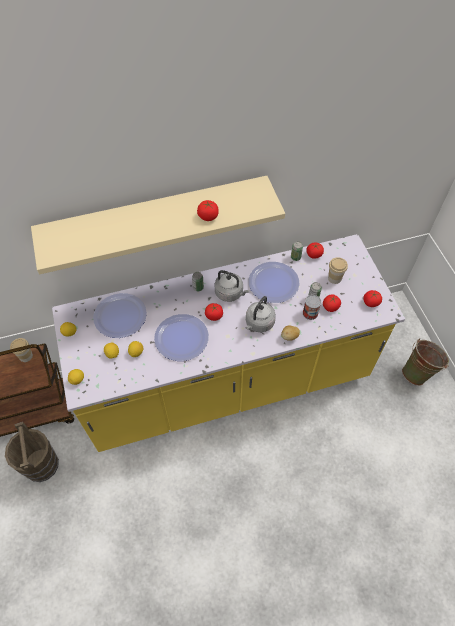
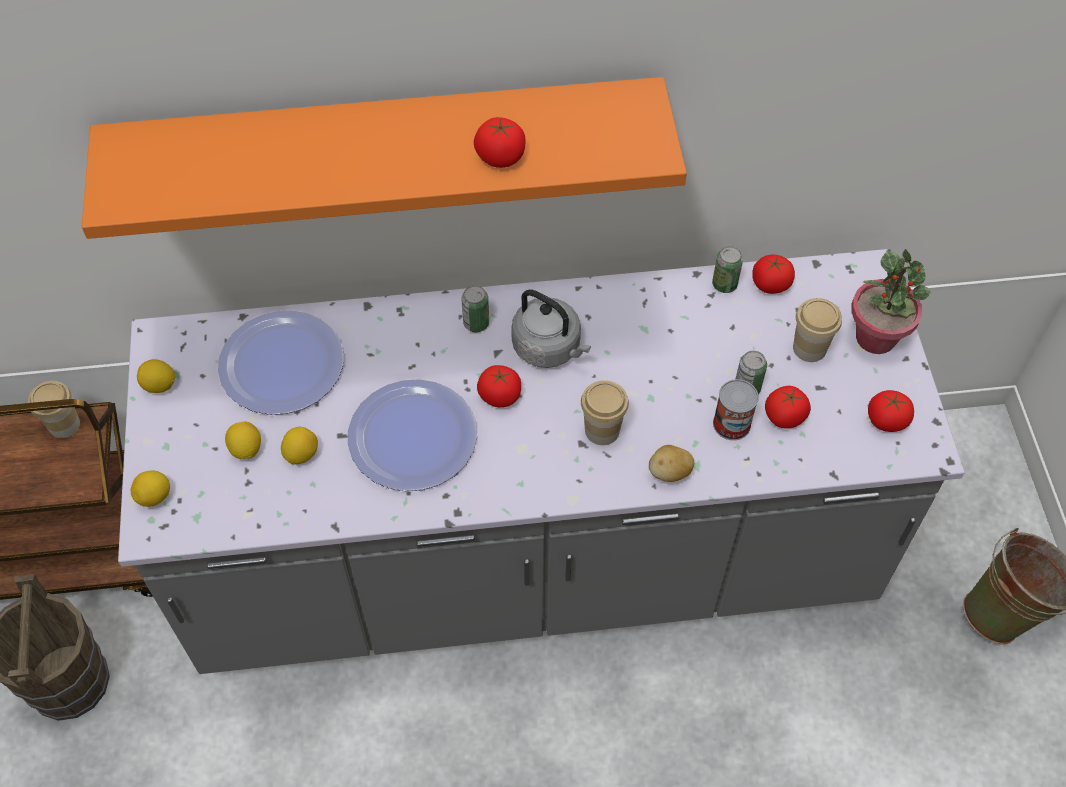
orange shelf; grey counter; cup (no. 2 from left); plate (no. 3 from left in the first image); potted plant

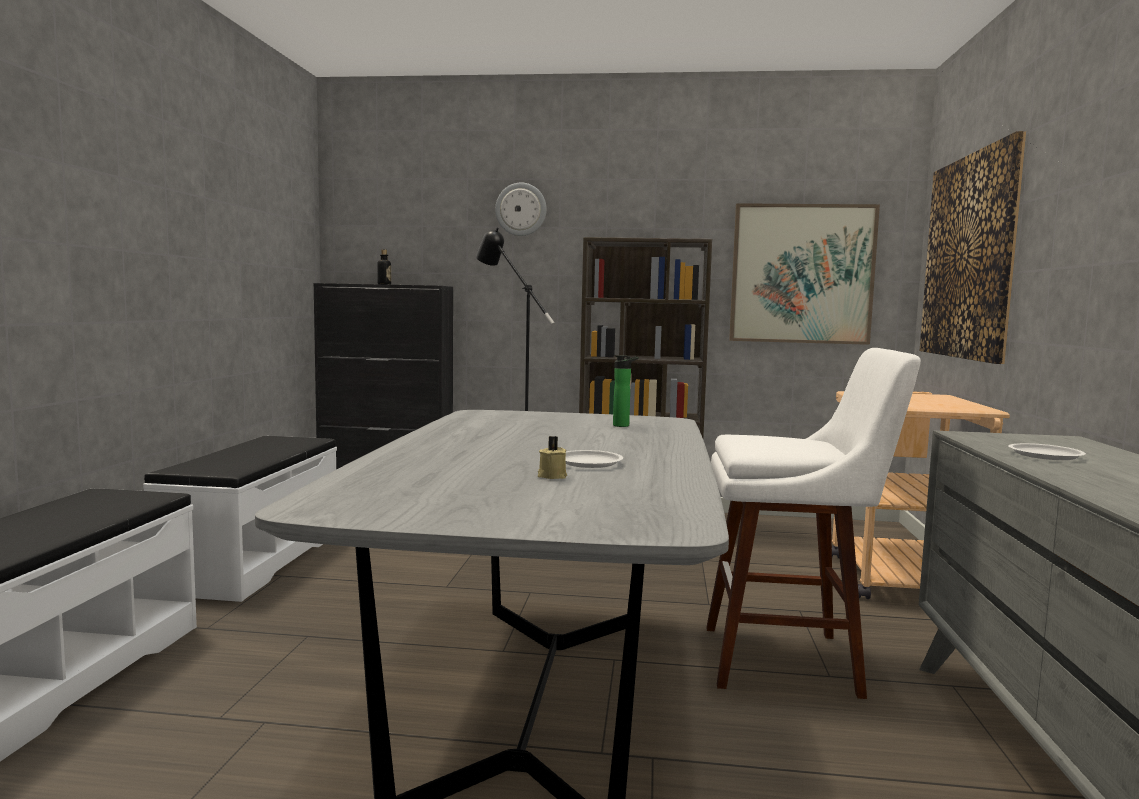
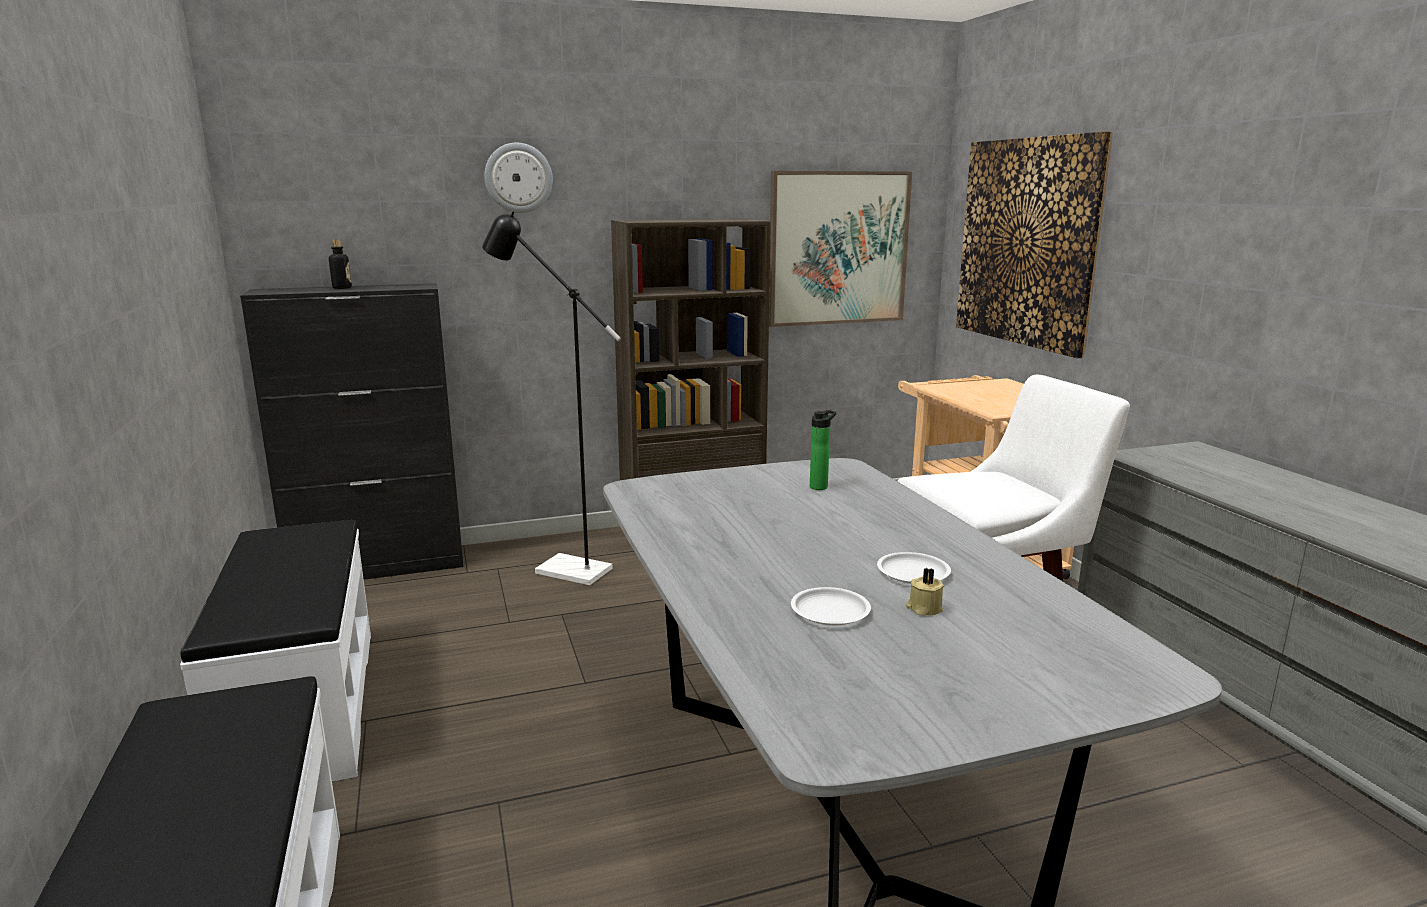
white plate (no. 1 from left)

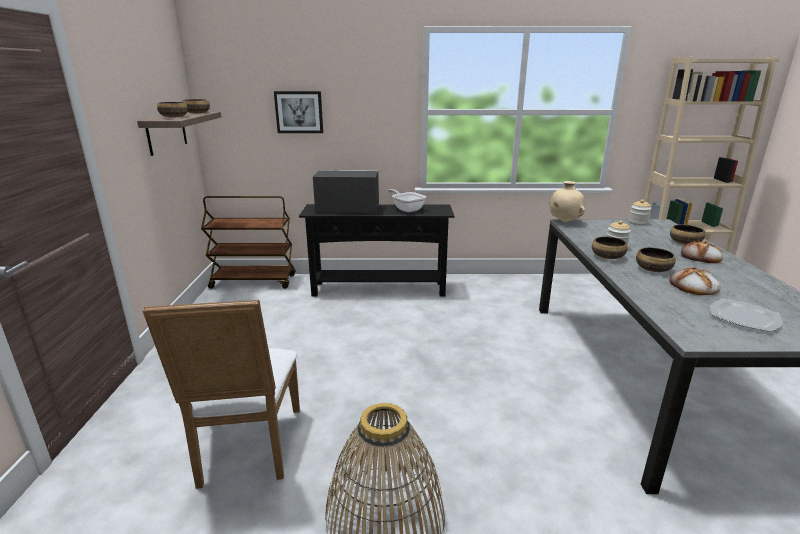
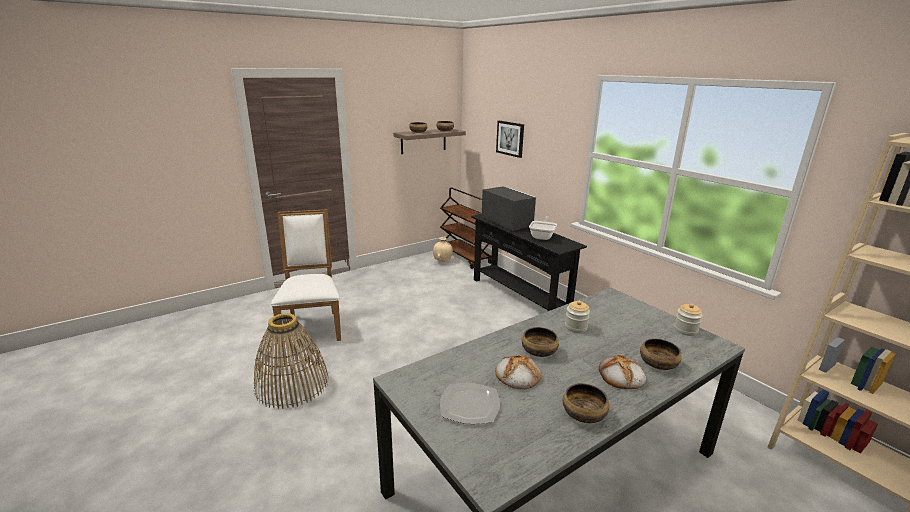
white chair; beige vase; bowl (no. 4 from left)

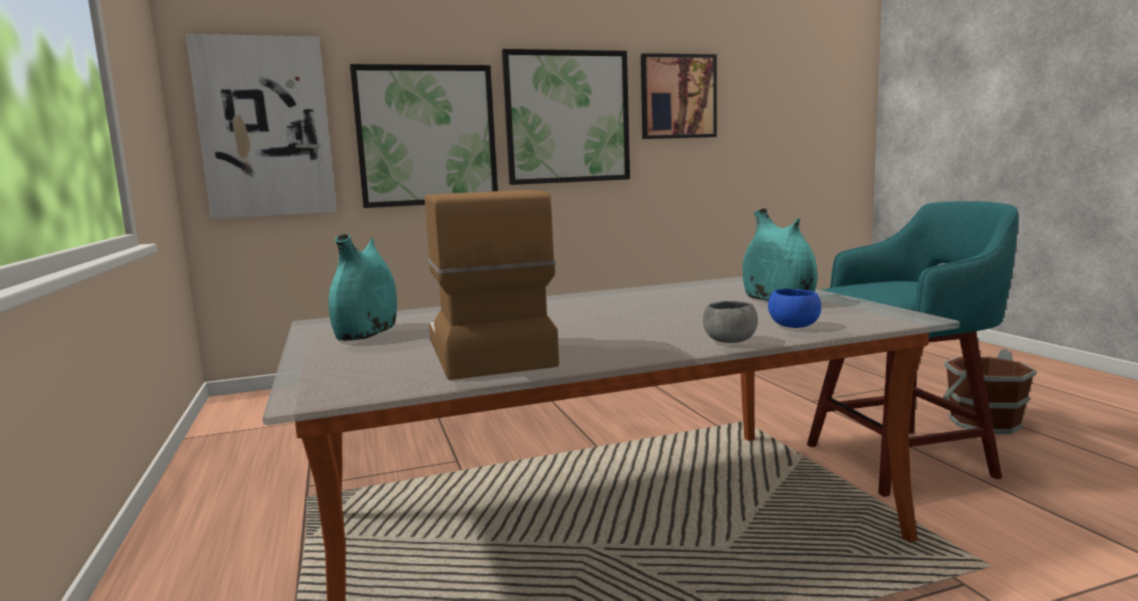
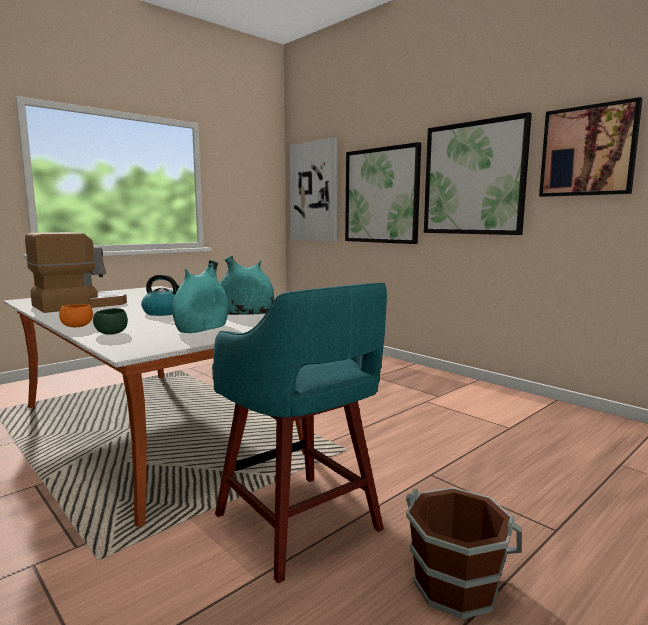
turquoise vase (no. 2 from left); orange bowl; green bowl; kettle

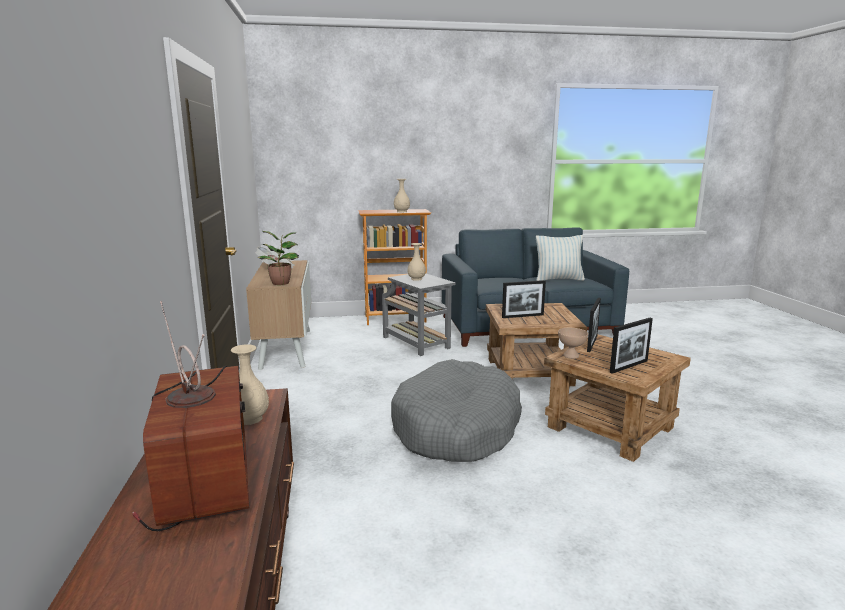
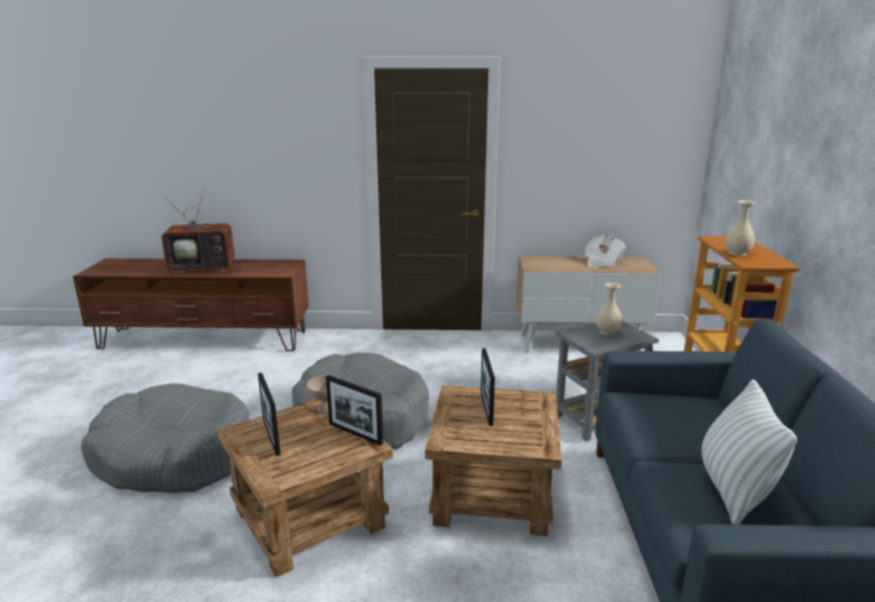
beige vase (no. 1 from left in the first image); potted plant; grey dog bed (no. 1 from left)

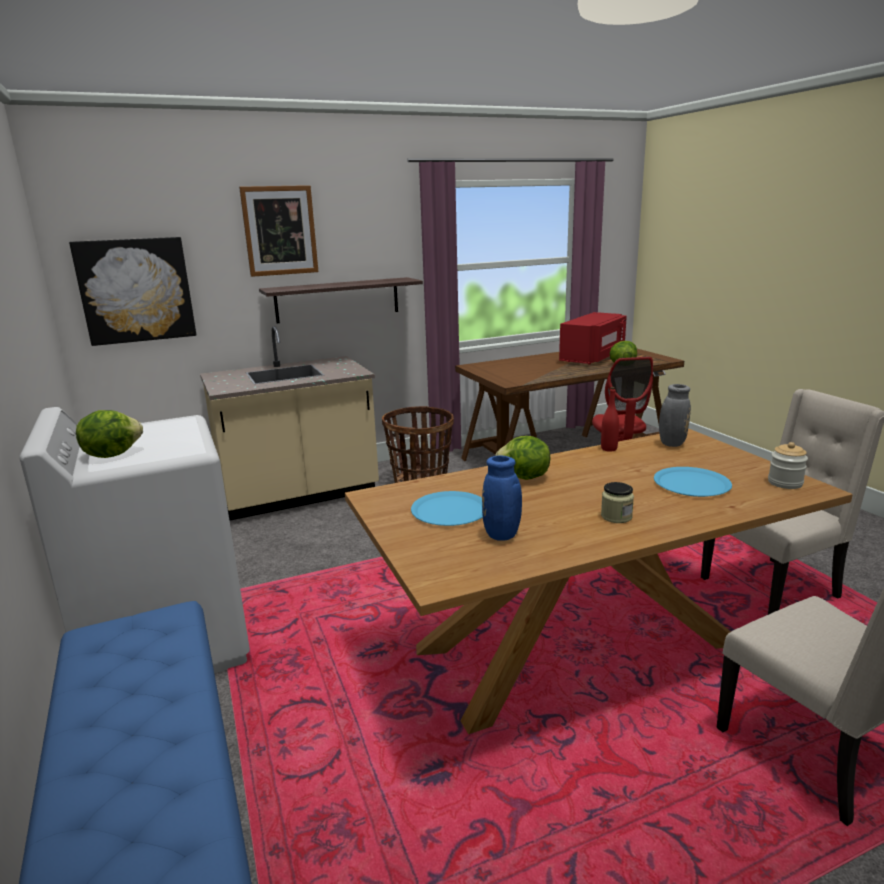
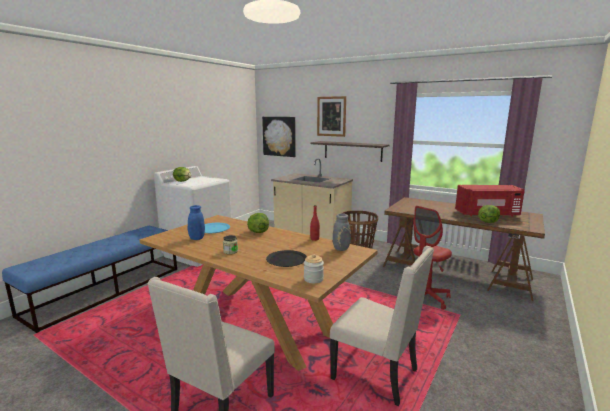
black plate

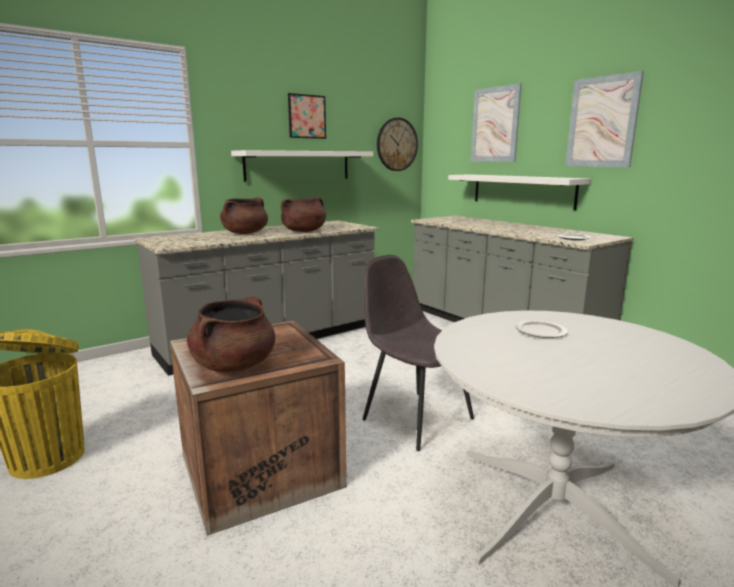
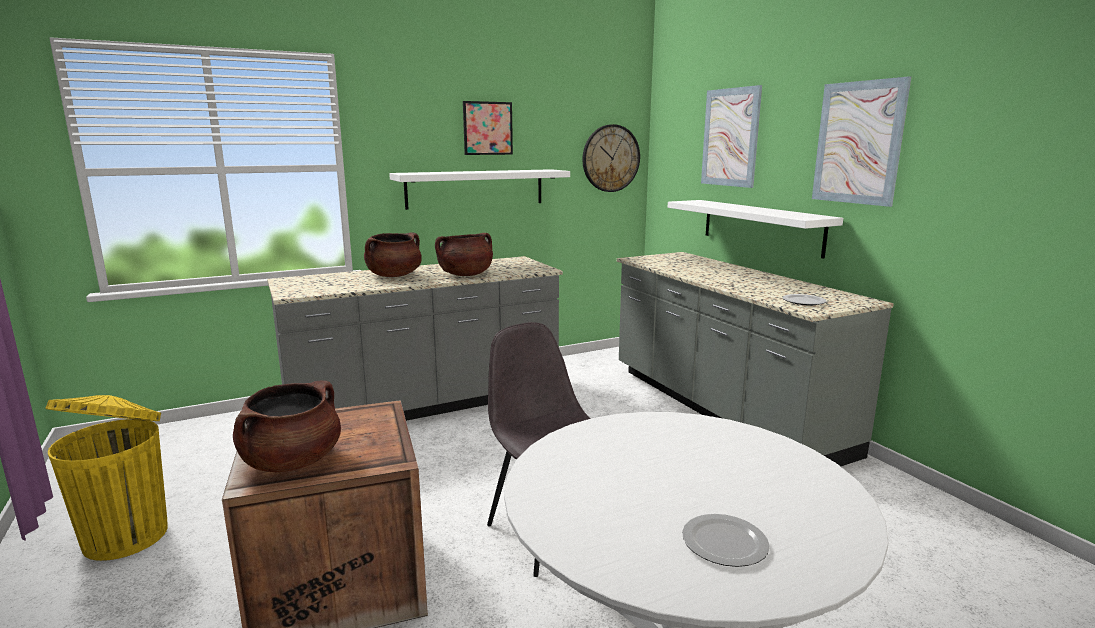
plate (no. 1 from left)

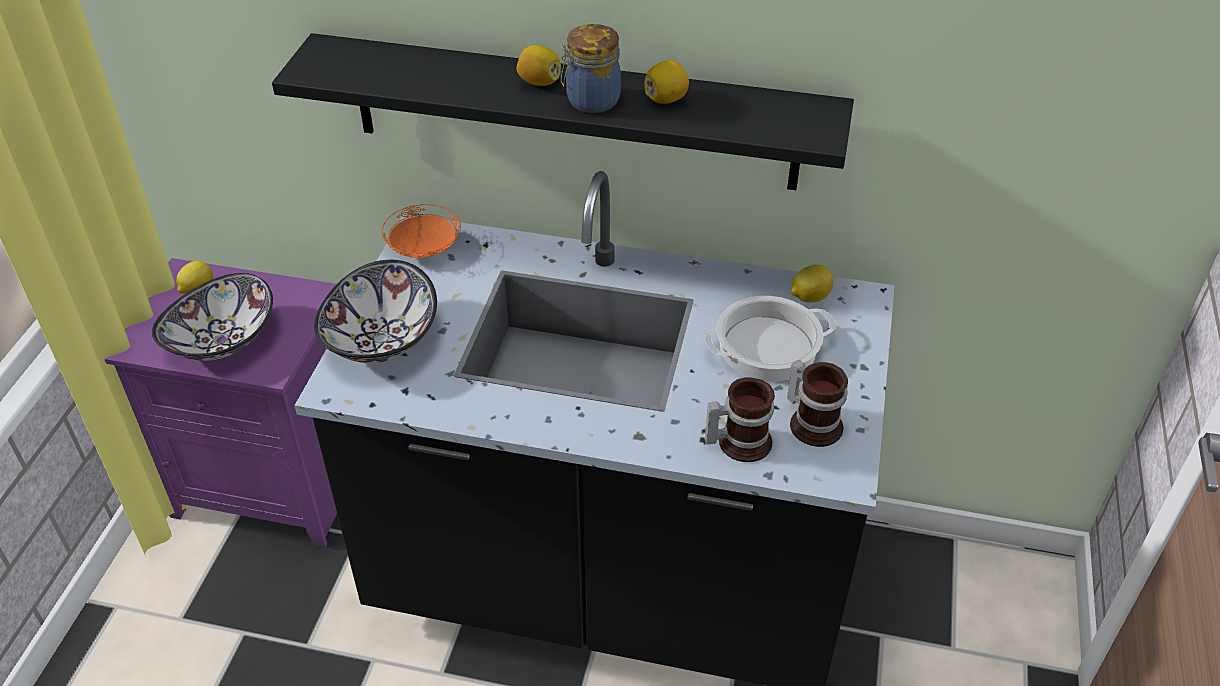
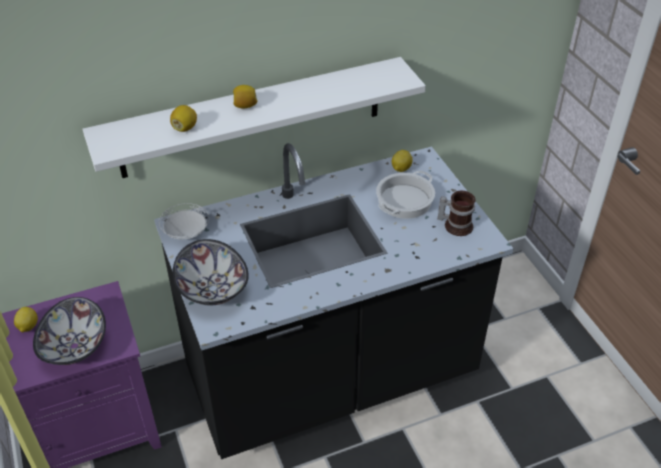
white shelf; white plate; jar; lemon (no. 2 from left); mug (no. 1 from left in the first image)

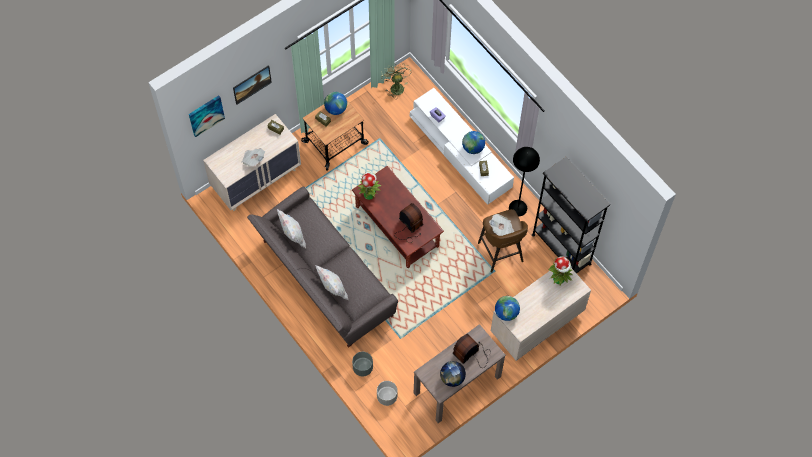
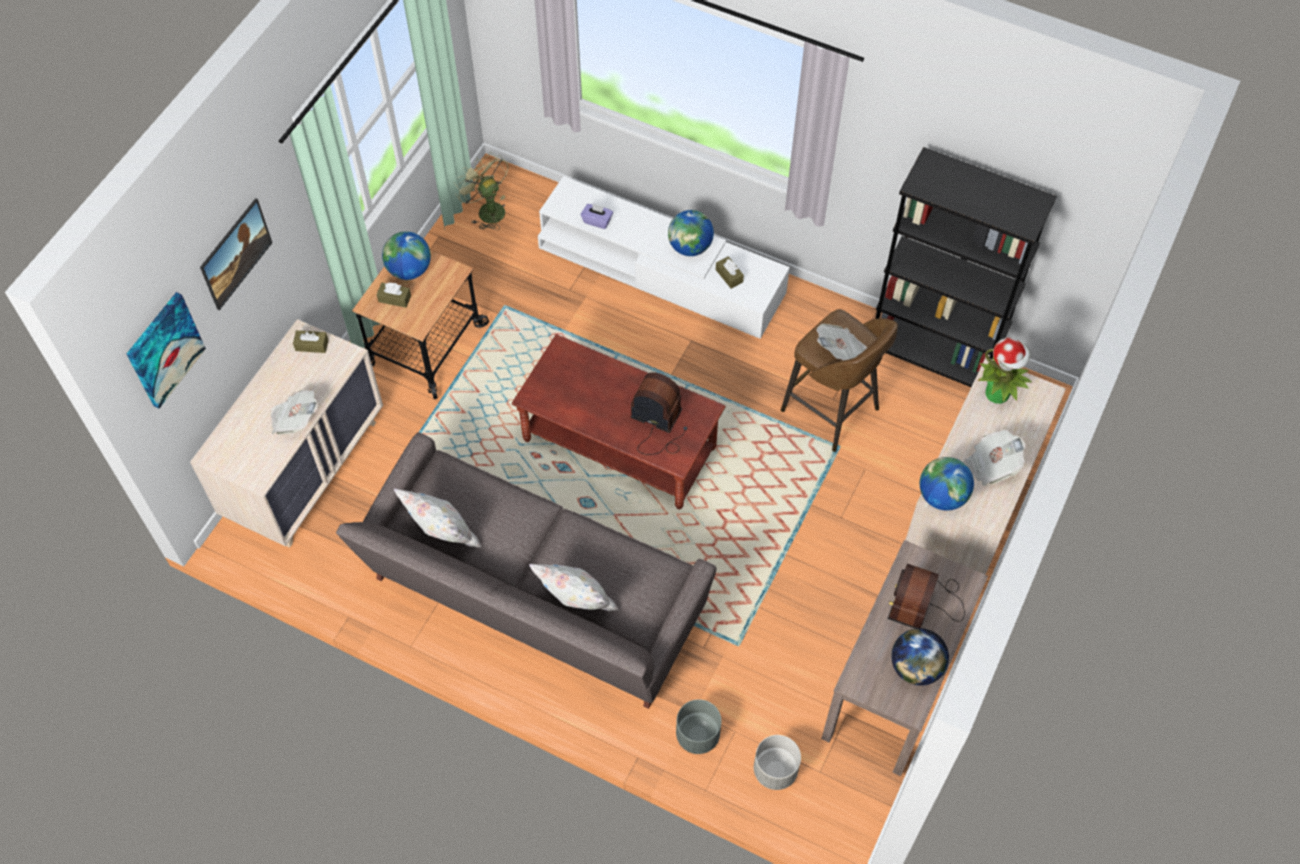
potted plant (no. 1 from left in the first image); black floor lamp; newspaper (no. 3 from left)

